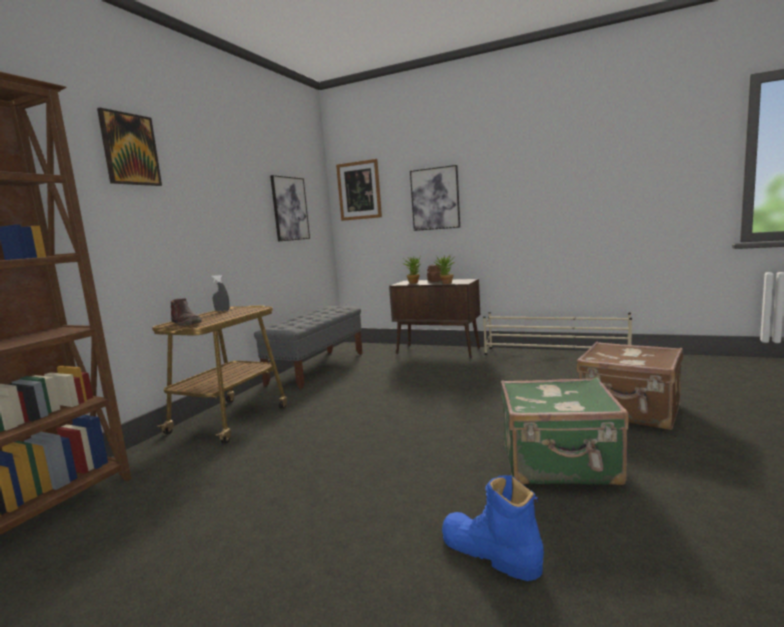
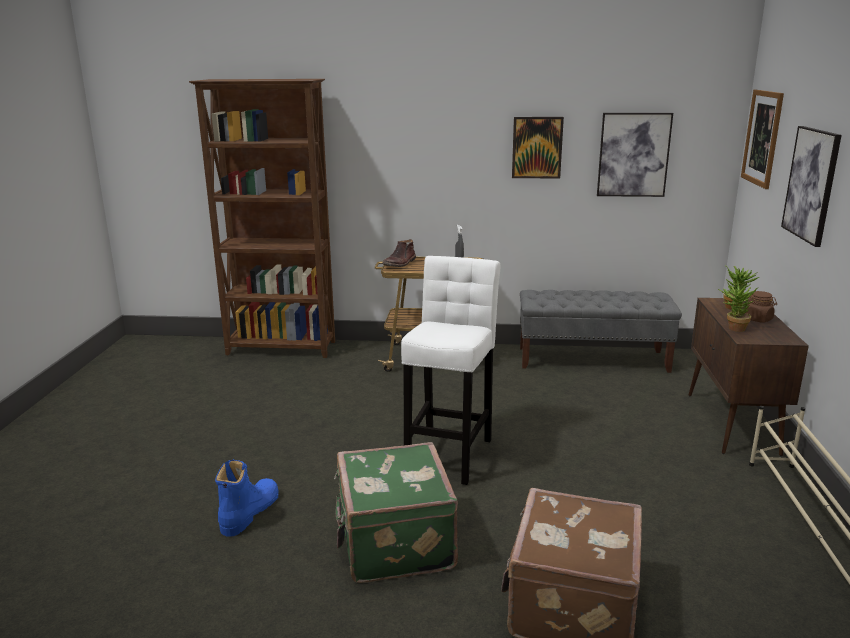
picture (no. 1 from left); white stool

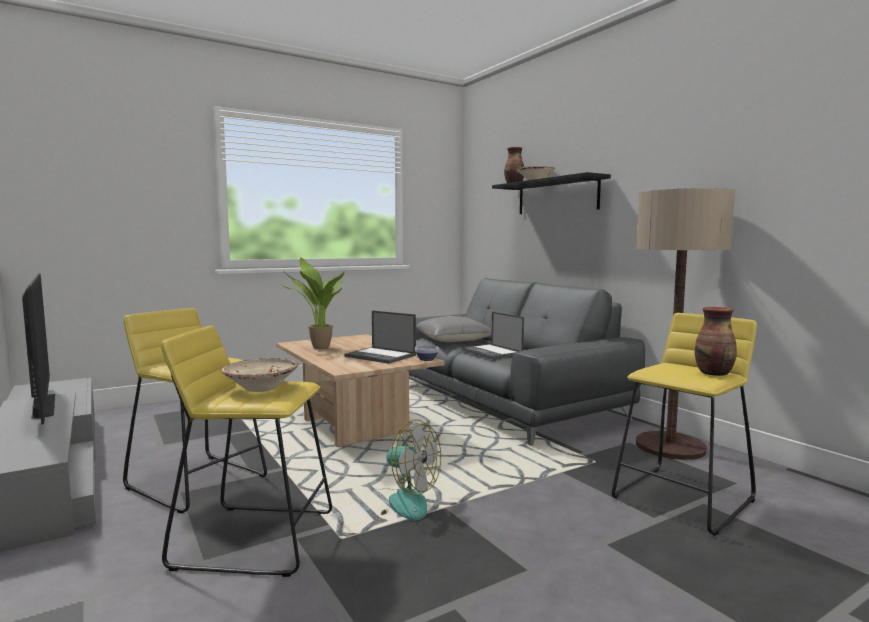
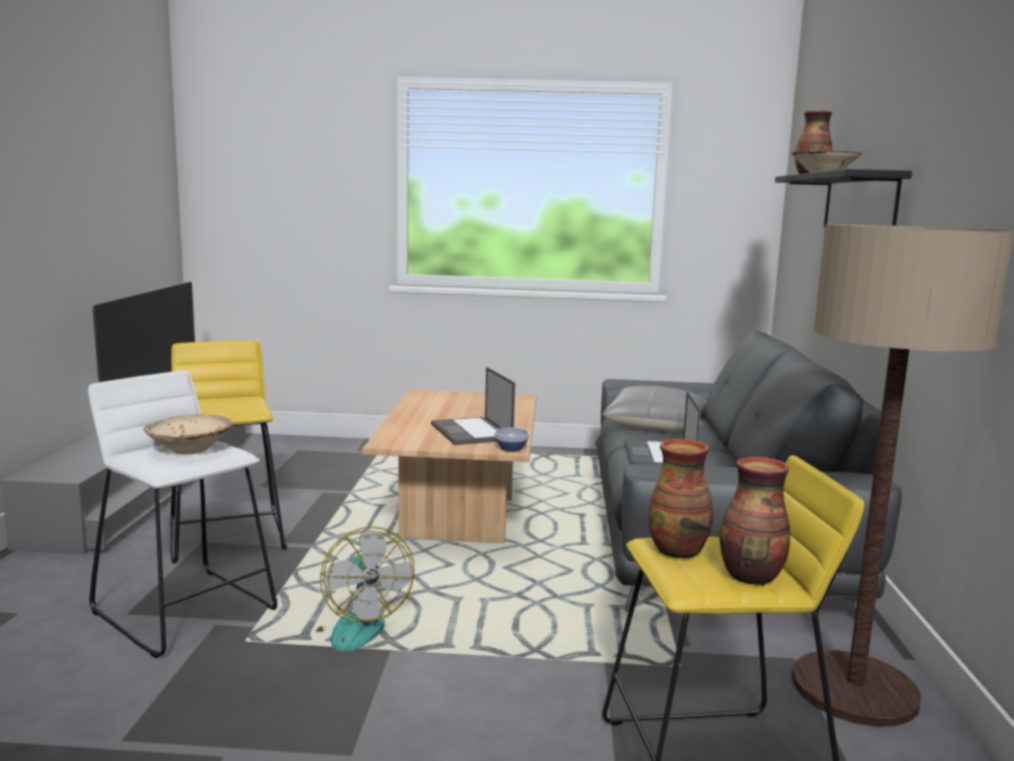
white stool; potted plant; vase (no. 1 from left)

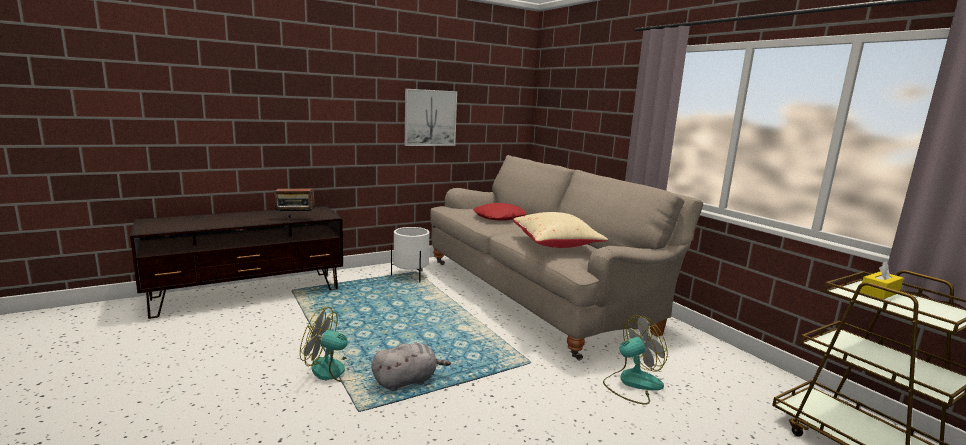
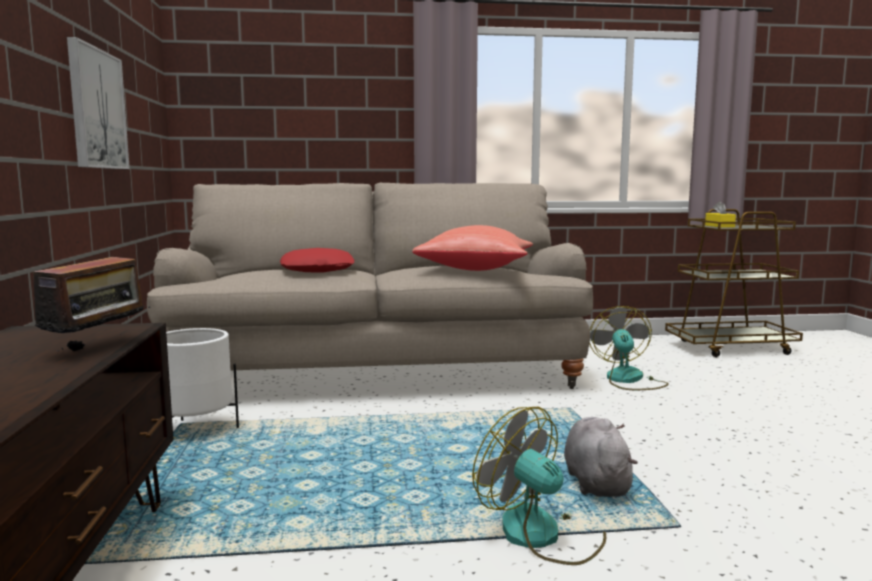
fan (no. 1 from left); red pillow (no. 2 from left)

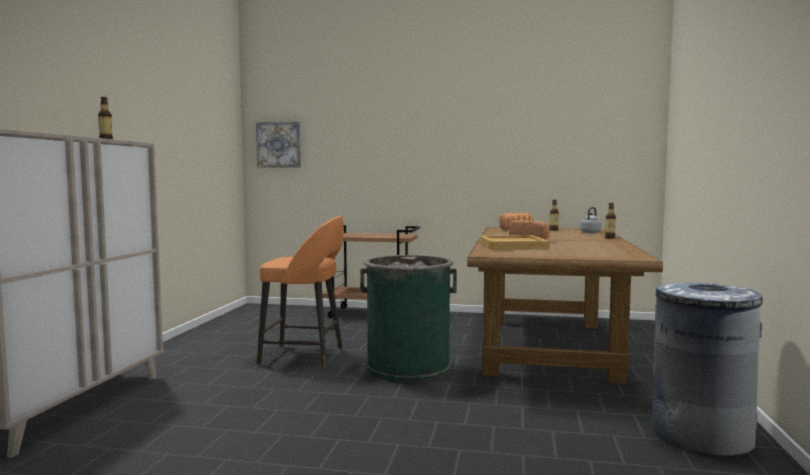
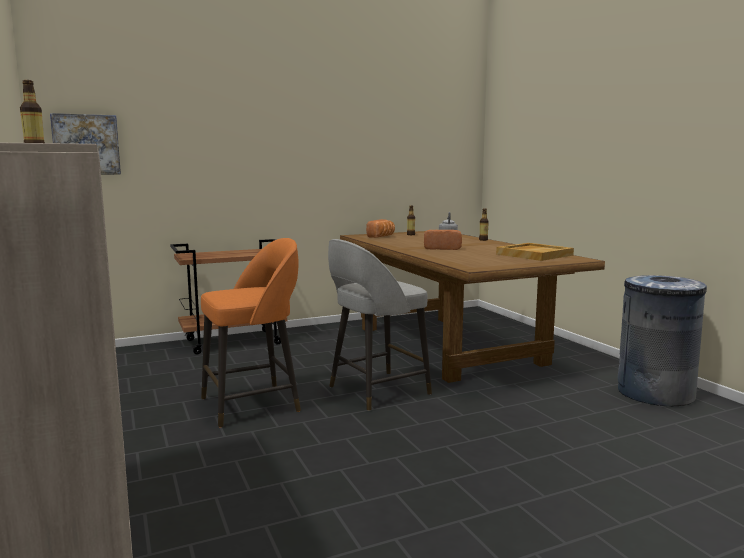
grey stool; beige tray

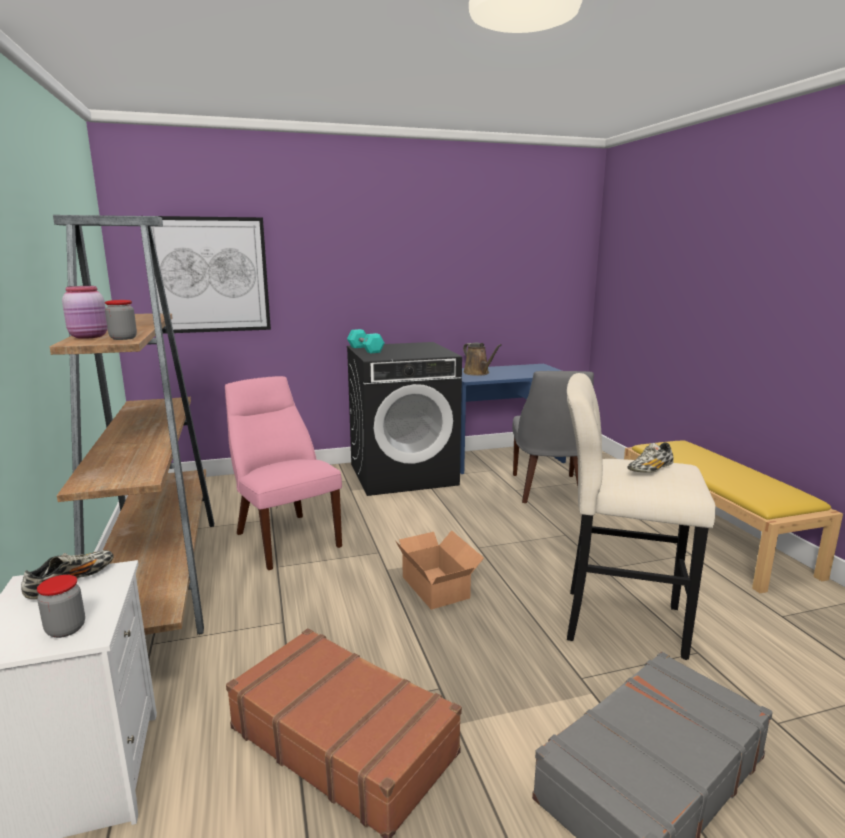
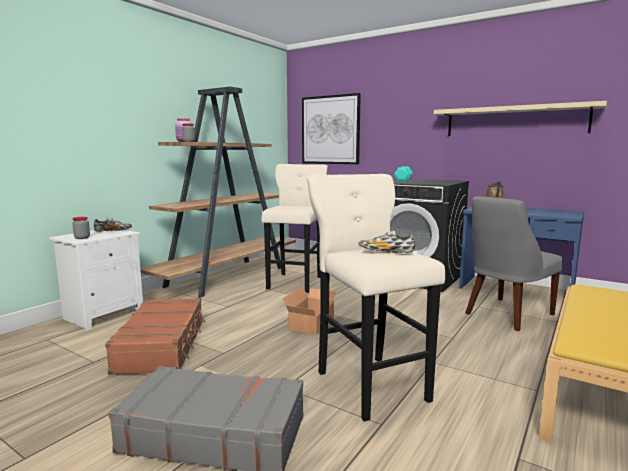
beige stool (no. 1 from left); beige shelf

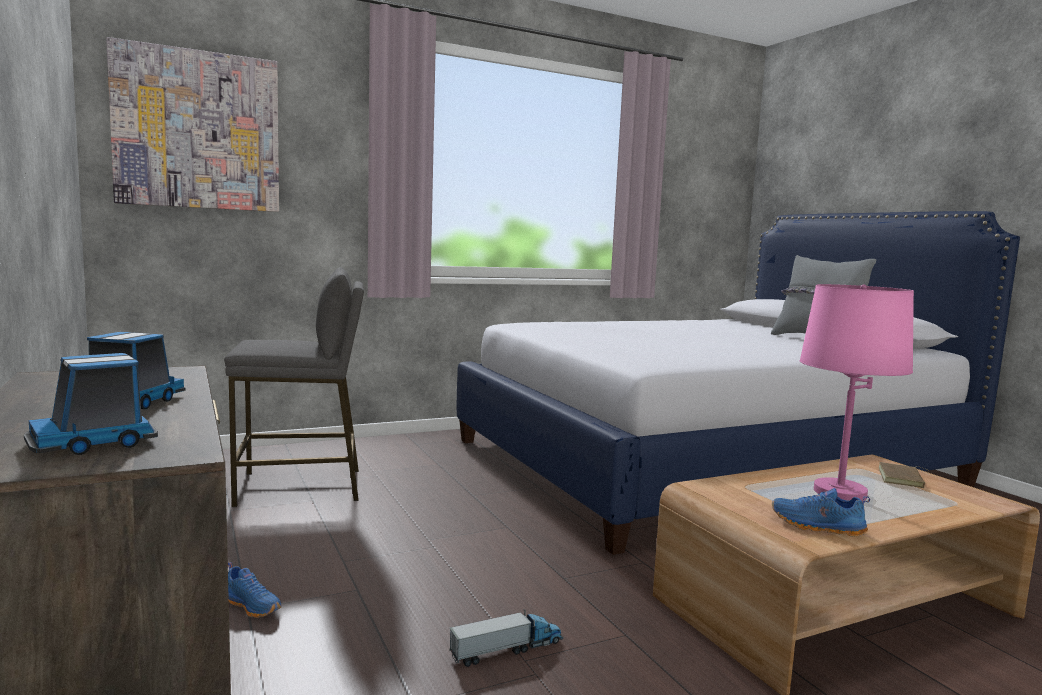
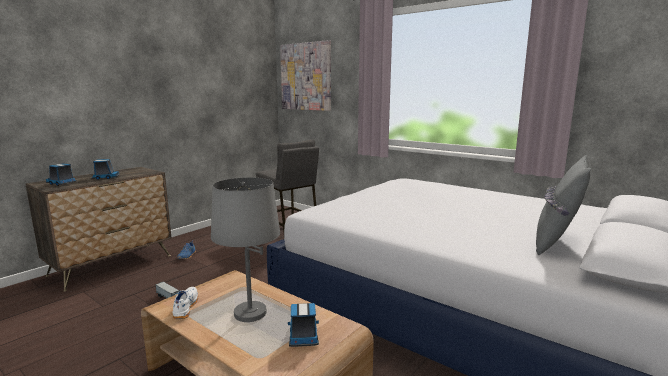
white shoe; grey table lamp; toy truck (no. 4 from left)

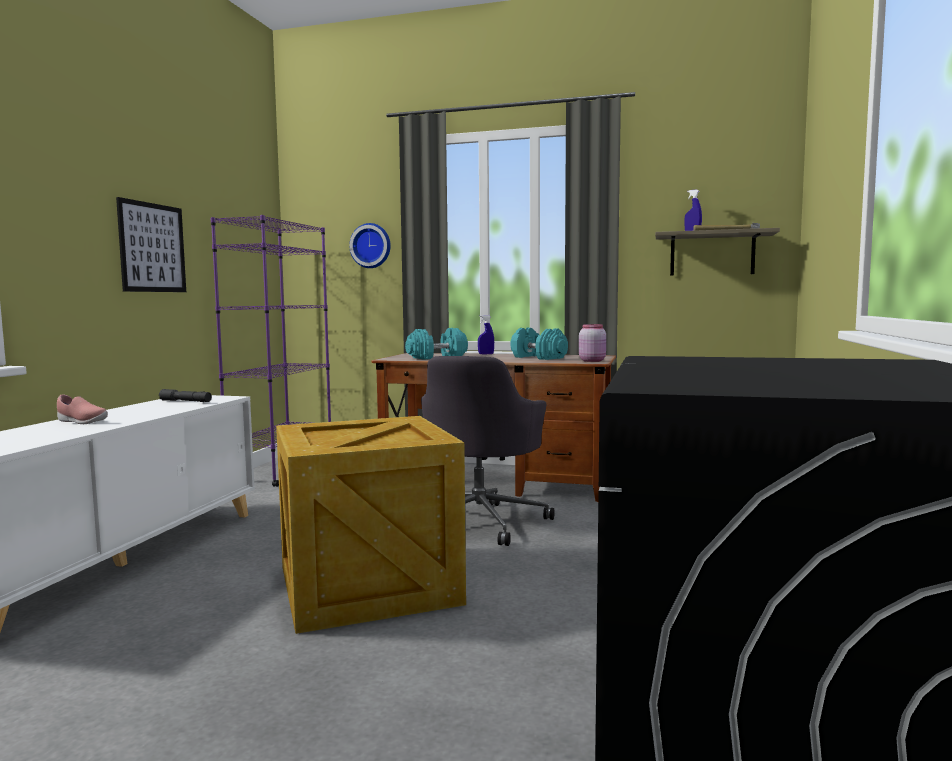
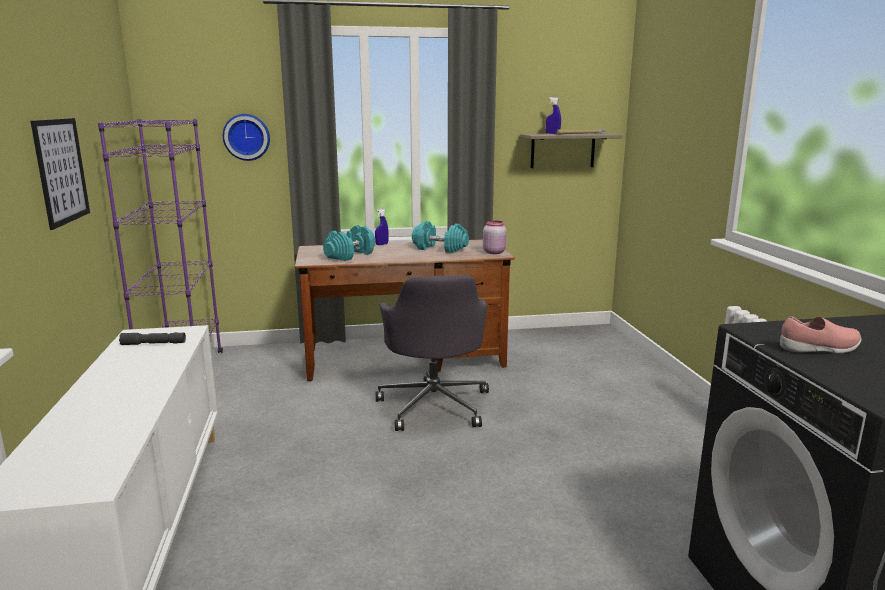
pink shoe; crate

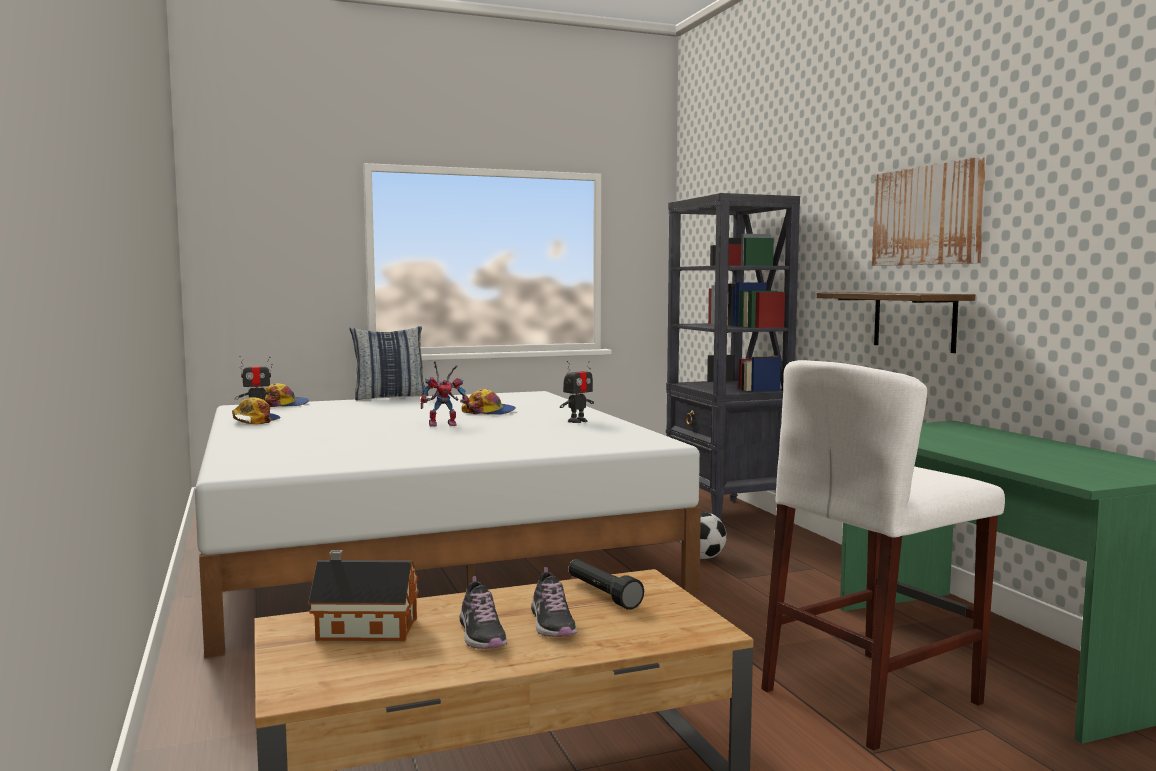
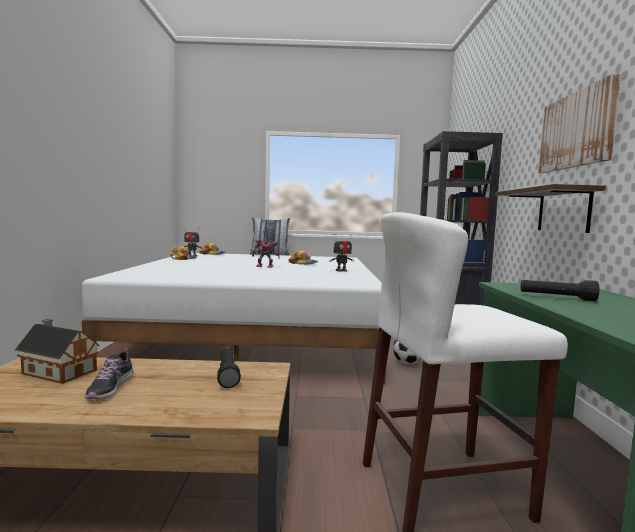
shoe (no. 2 from left in the first image); black flashlight (no. 2 from left)

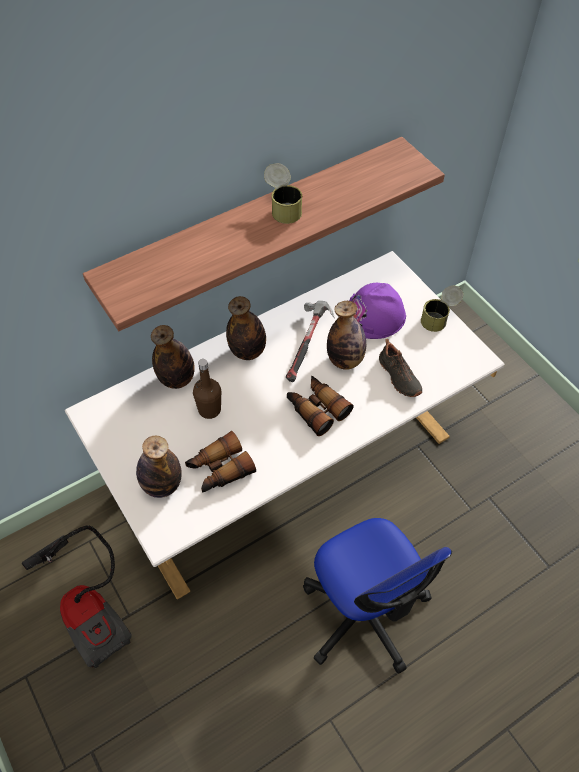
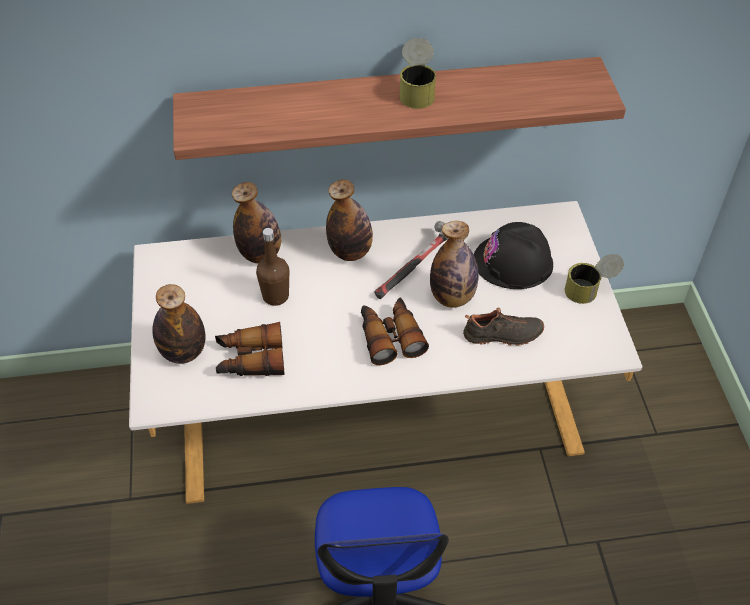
vacuum cleaner; black hard hat; black shoe

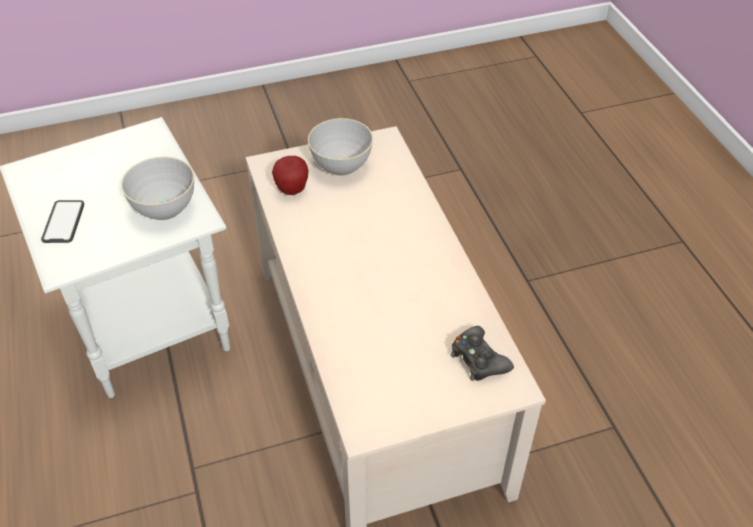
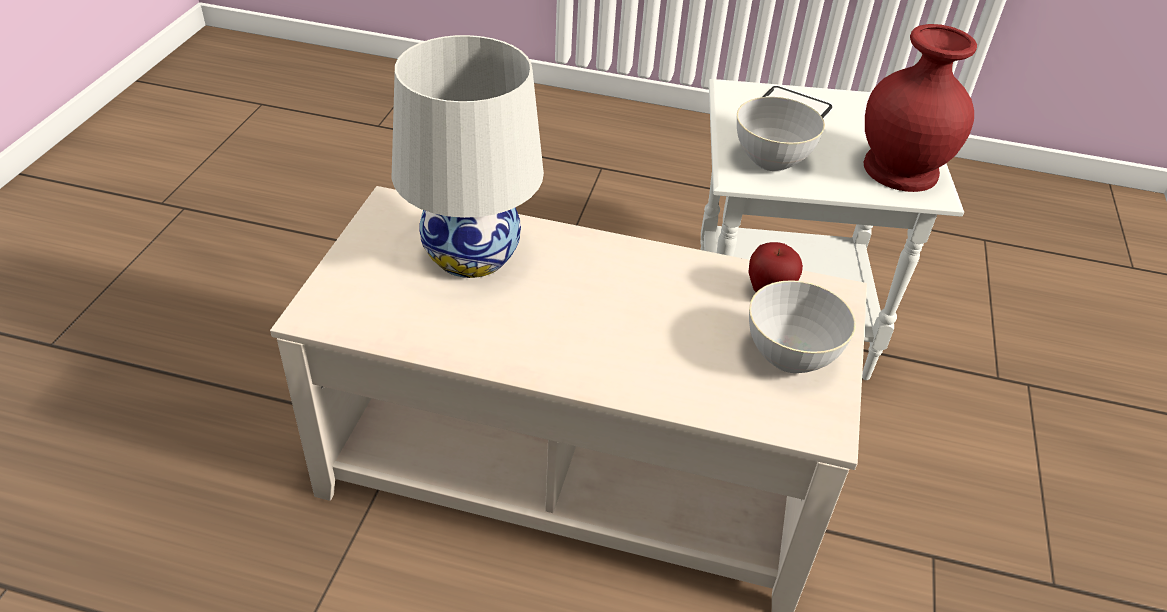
black game controller; white table lamp; red vase

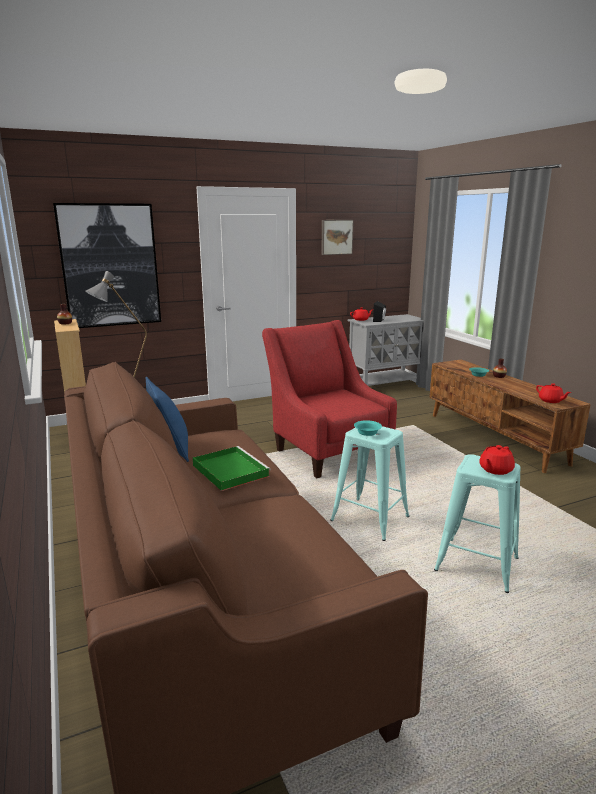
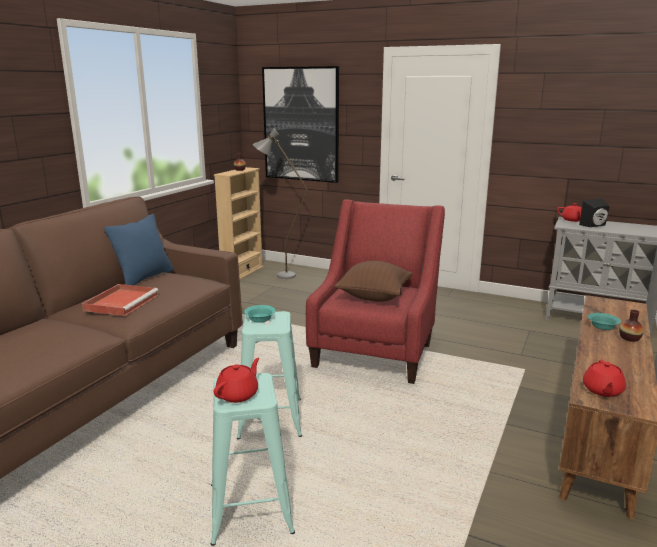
red tray; picture (no. 2 from left in the first image); red teapot (no. 1 from left); brown pillow

